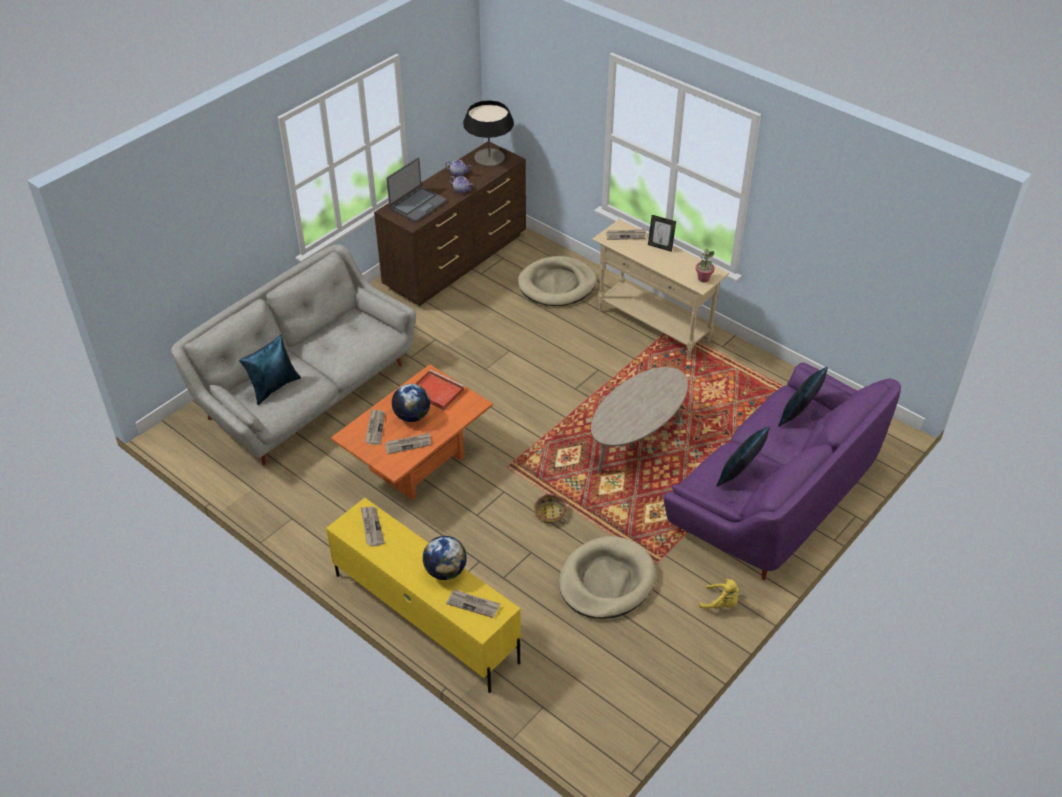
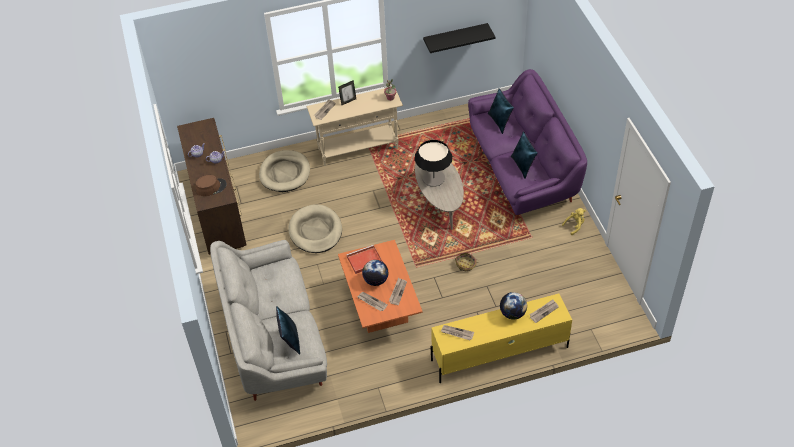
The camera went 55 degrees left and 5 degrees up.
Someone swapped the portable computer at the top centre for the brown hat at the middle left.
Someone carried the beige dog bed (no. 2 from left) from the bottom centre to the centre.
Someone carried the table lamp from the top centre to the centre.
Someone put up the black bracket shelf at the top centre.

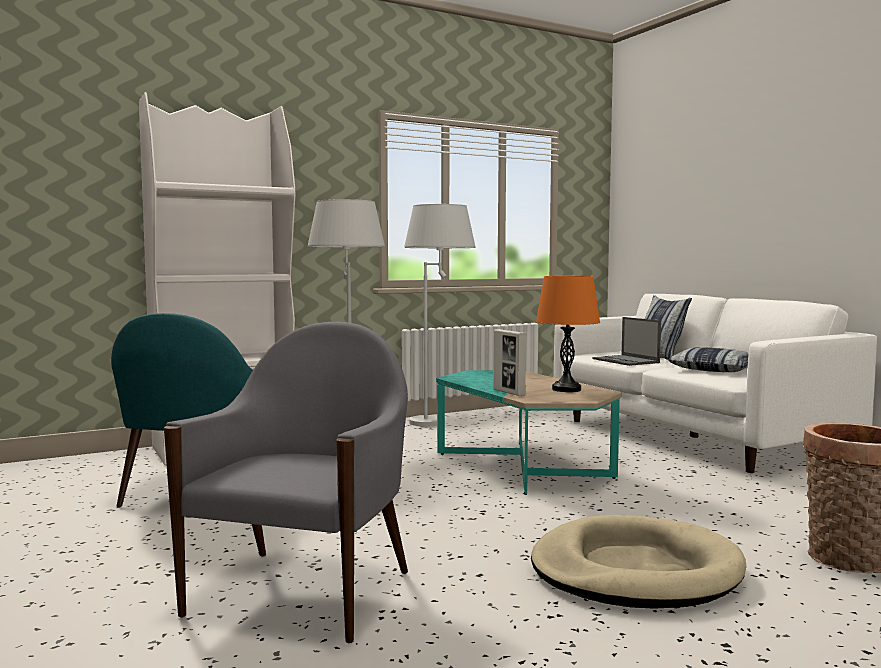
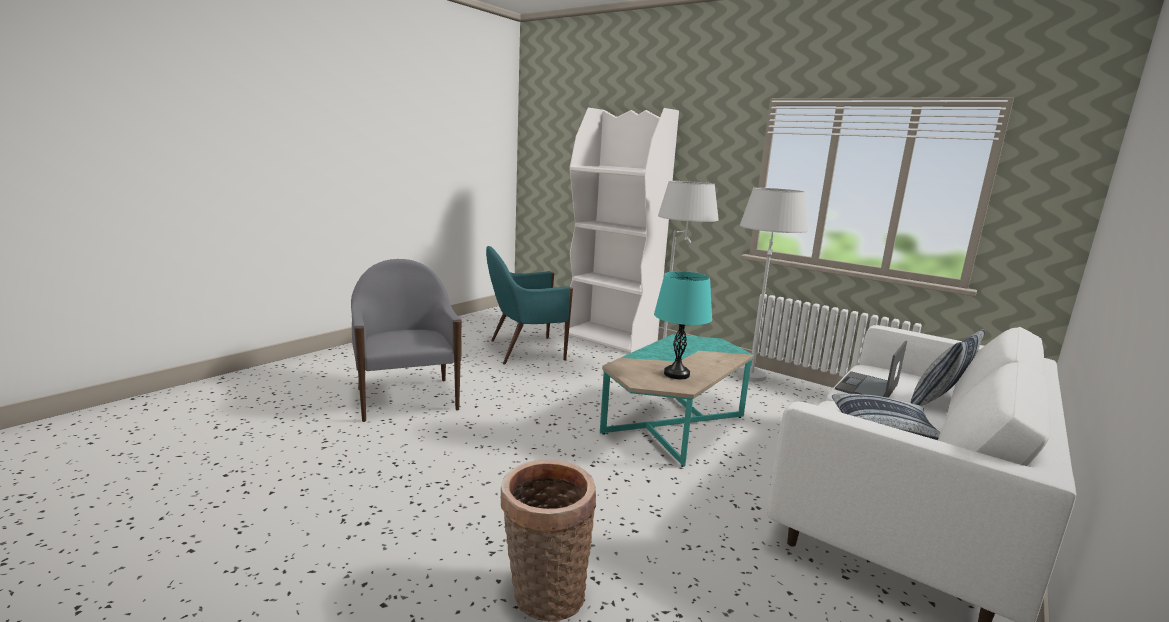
The camera went 65 degrees right and 10 degrees up.
Someone rotated the gray armchair at the bottom left by 105 degrees counterclockwise.
Someone repainted the orangey table lamp at the centre, which became the turquoise-coloured table lamp at the centre.
Someone took away the photo frame at the centre.
Someone took away the beige dog bed at the bottom right.

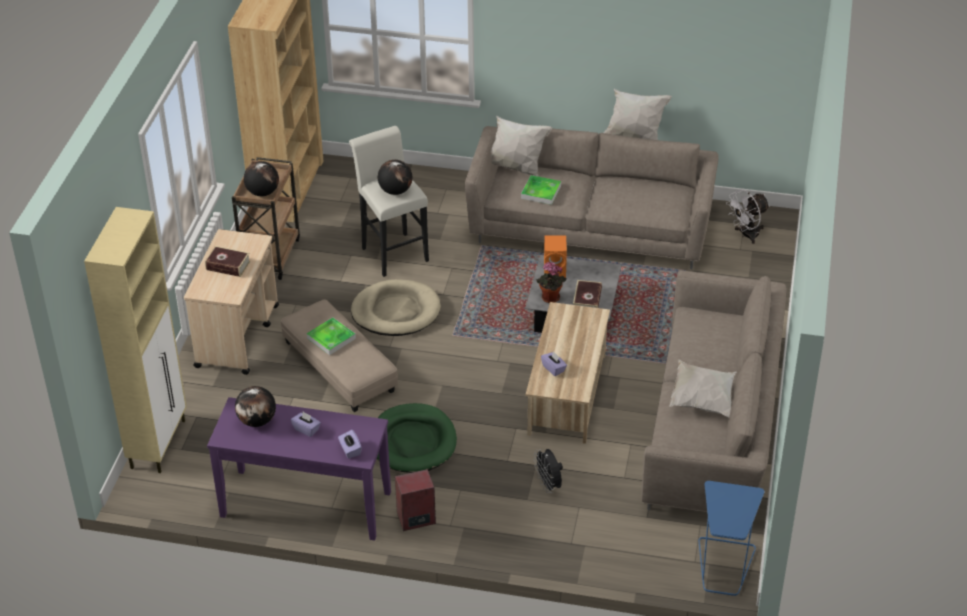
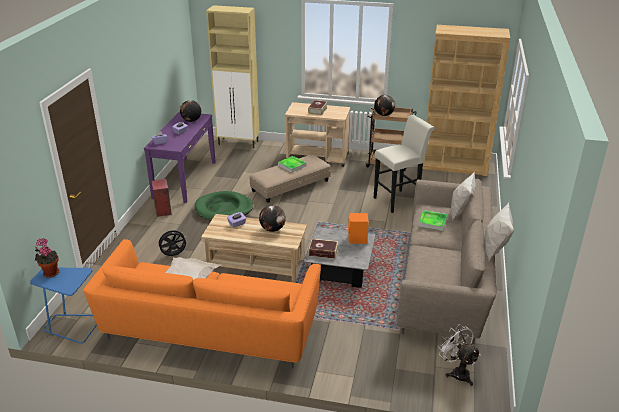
The camera went 90 degrees right and 10 degrees down.
Someone carried the potted plant from the centre to the middle left.
Someone repainted the beige sofa (no. 2 from left) at the middle right, which became the orangey sofa at the bottom left.
Someone carried the desk globe (no. 3 from left in the first image) from the top centre to the centre.
Someone took away the beige dog bed at the centre.

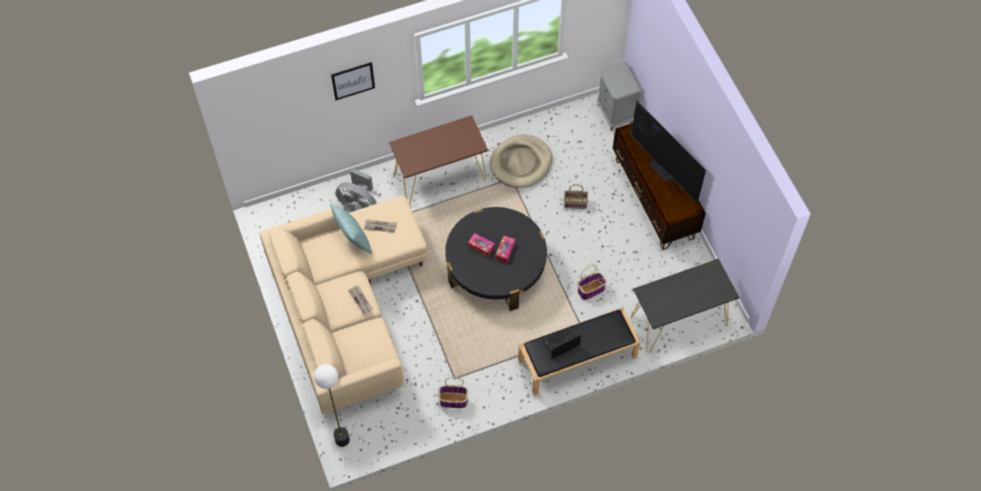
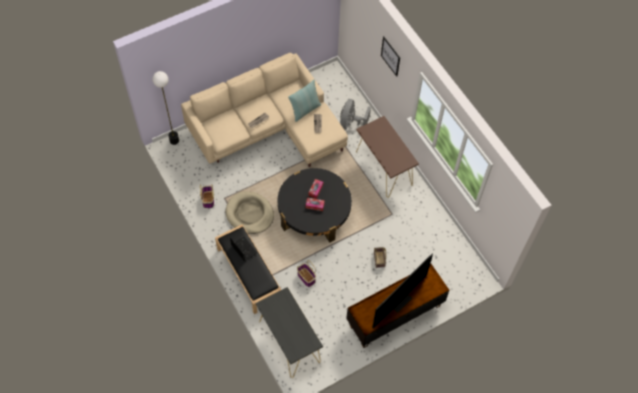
The camera went 80 degrees right and 0 degrees up.
Someone carried the beige dog bed from the top centre to the centre.
Someone took away the gray bedside table at the top centre.

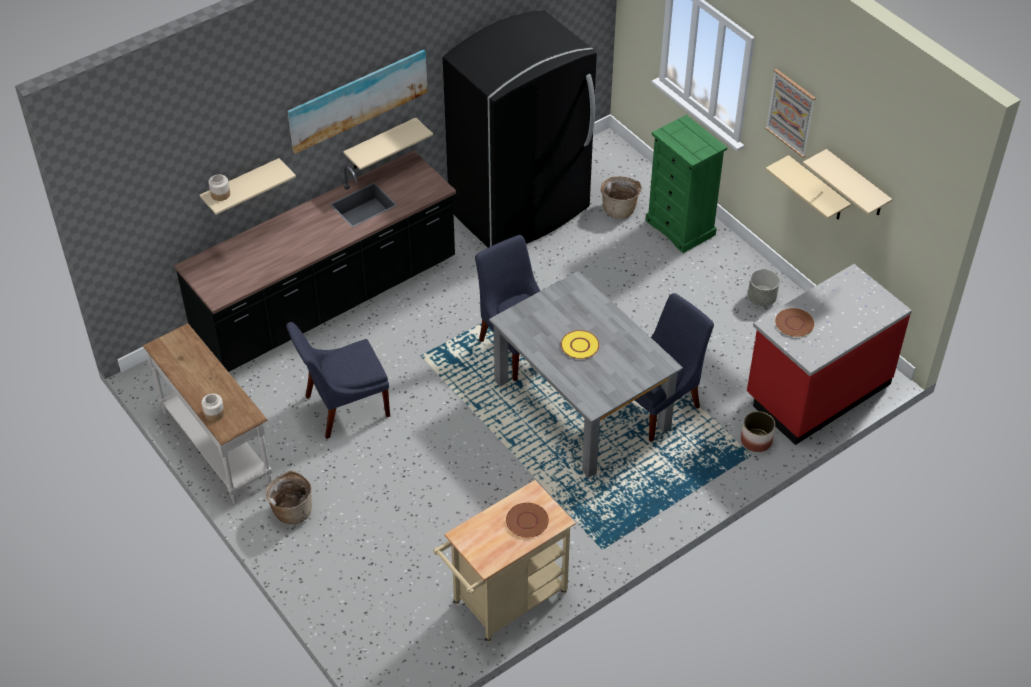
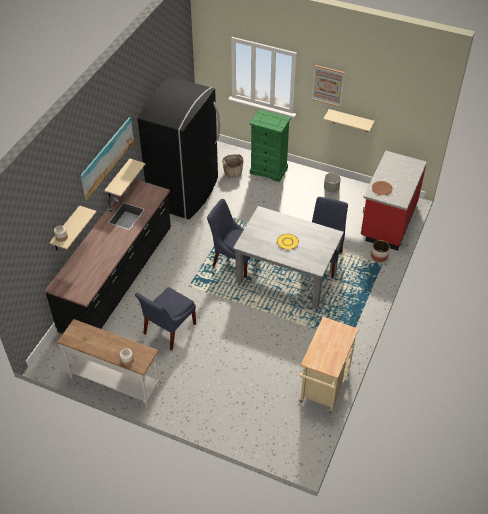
The camera went 30 degrees left and 0 degrees up.
Someone took away the basket (no. 1 from left) at the bottom left.
Someone took away the brown dinner plate (no. 1 from left) at the bottom centre.
Someone took away the beige bracket shelf (no. 4 from left) at the top right.

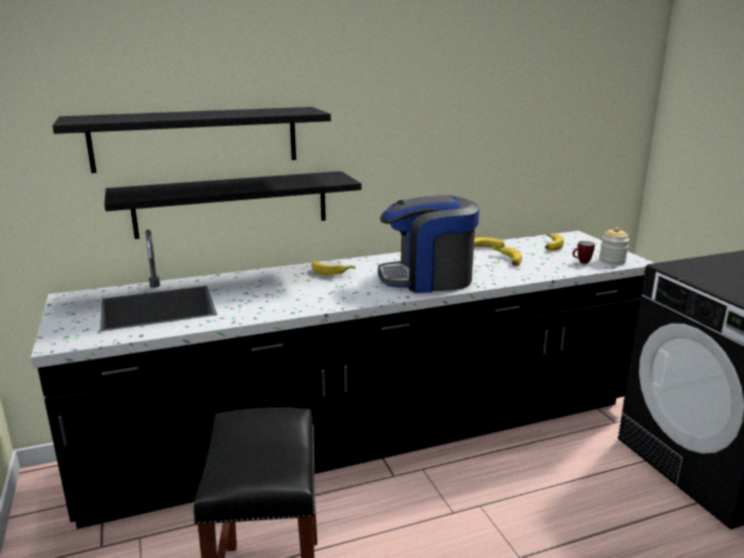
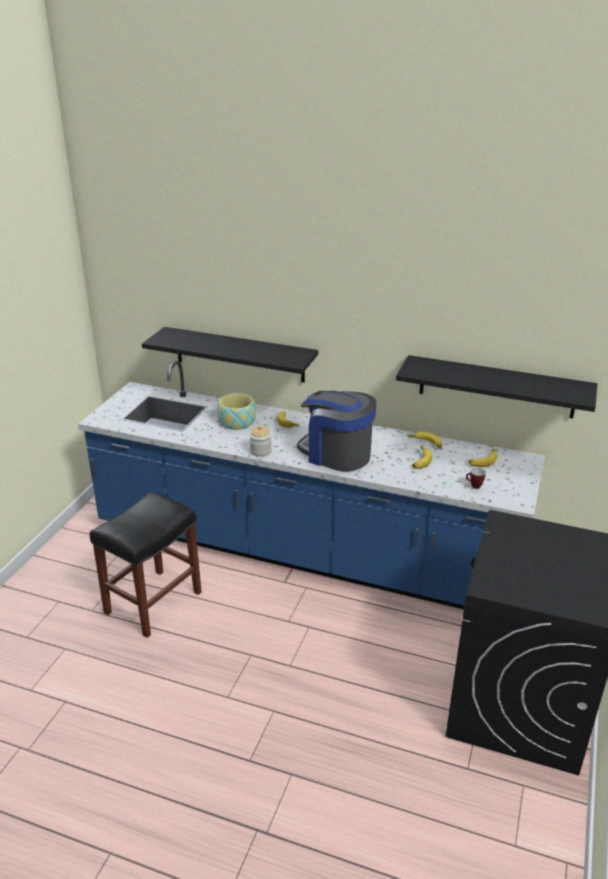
The camera went 40 degrees right and 10 degrees up.
Someone repainted the black counter at the bottom centre, which became the blue-coloured counter at the centre.
Someone put down the deep dish at the centre.
Someone carried the preserve jar from the middle right to the centre.
Someone carried the black bracket shelf (no. 1 from left in the first image) from the top left to the middle right.

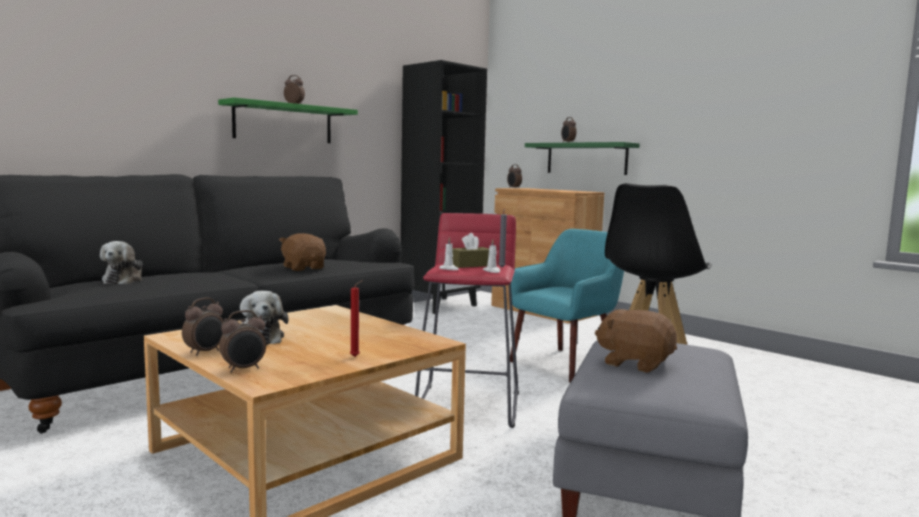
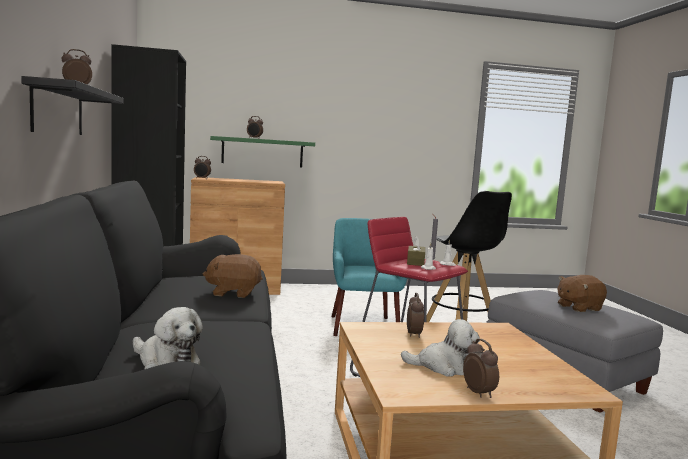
The camera went 55 degrees left and 0 degrees up.
Someone repainted the green-coloured bracket shelf (no. 1 from left) at the top left, which became the black bracket shelf at the top left.
Someone carried the alarm clock (no. 2 from left in the first image) from the middle left to the bottom centre.
Someone took away the reddish candle at the centre.

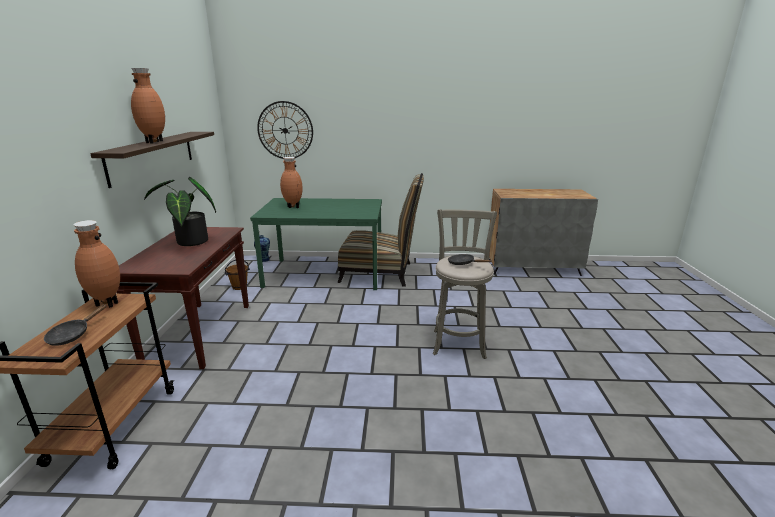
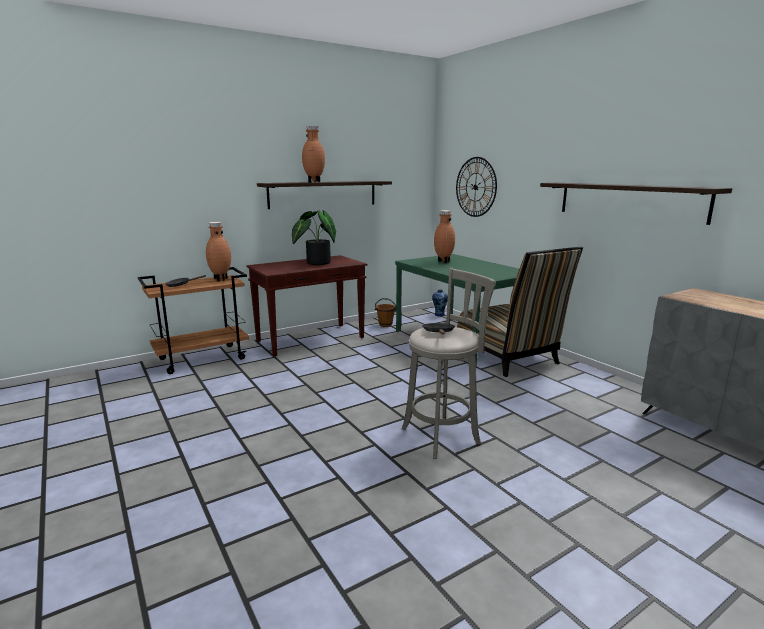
The camera went 55 degrees right and 5 degrees down.
Someone put up the bracket shelf (no. 2 from left) at the top right.

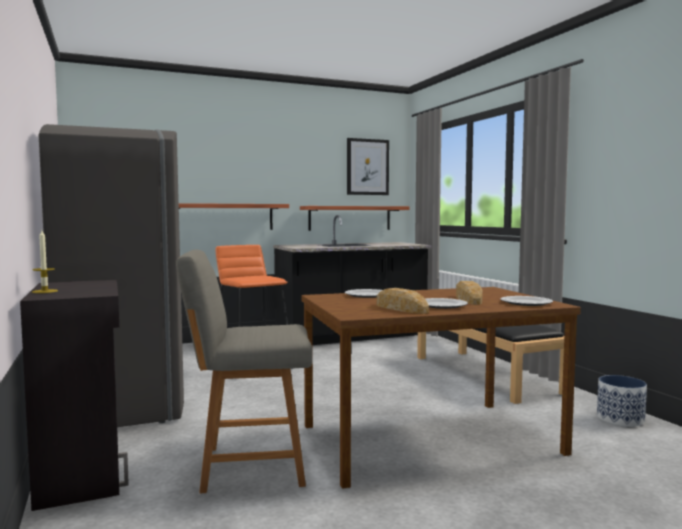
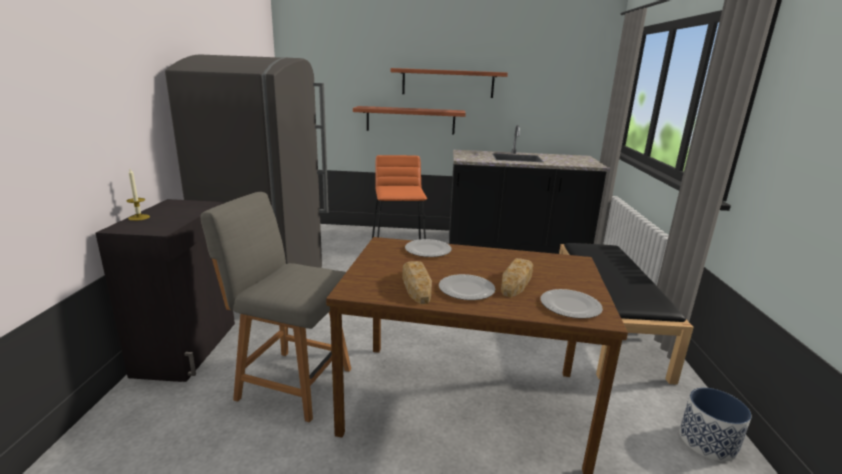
The camera went 25 degrees right and 15 degrees up.
Someone carried the bracket shelf (no. 2 from left) from the centre to the top centre.
Someone took away the wall art at the top centre.

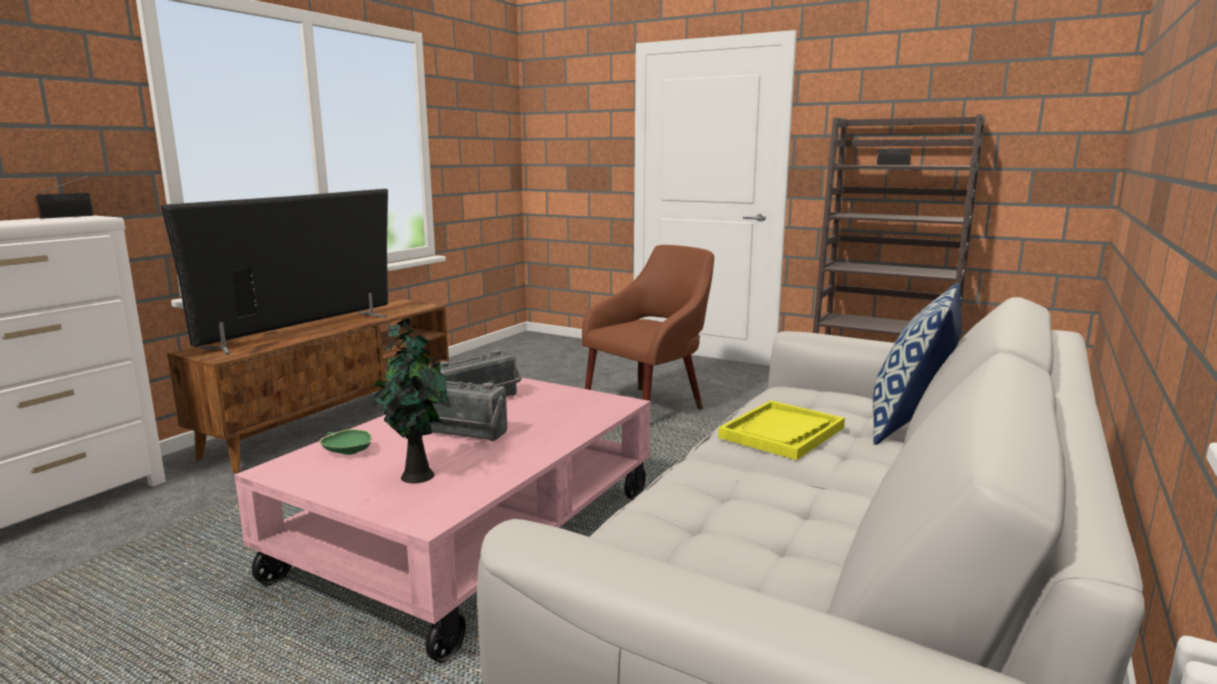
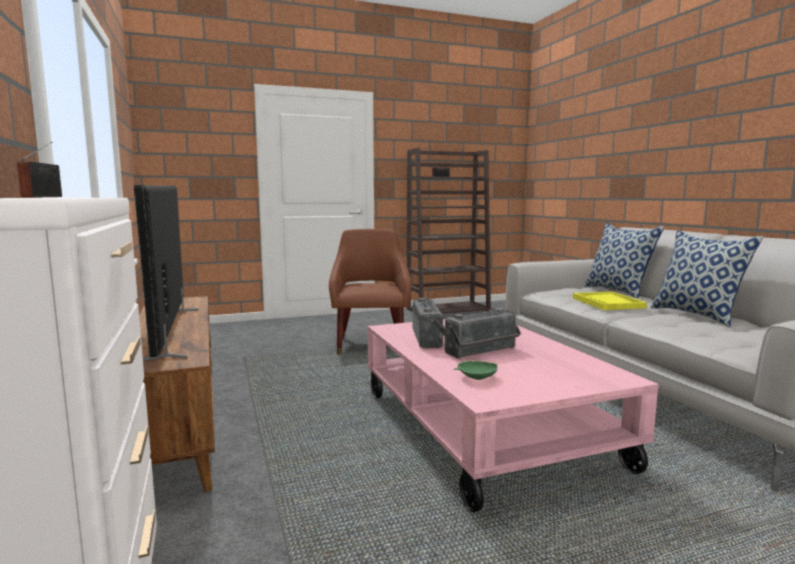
The camera went 50 degrees left and 5 degrees down.
Someone put down the cushion (no. 2 from left) at the middle right.
Someone took away the potted plant at the centre.

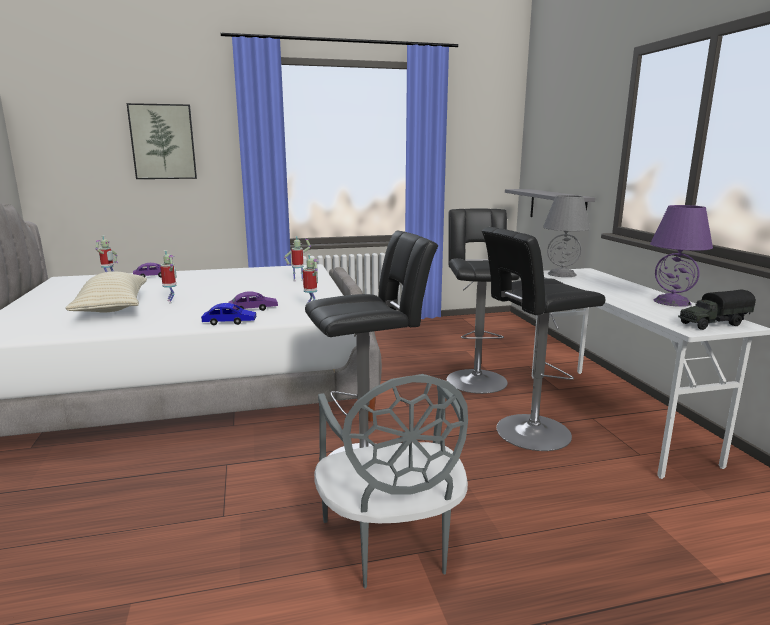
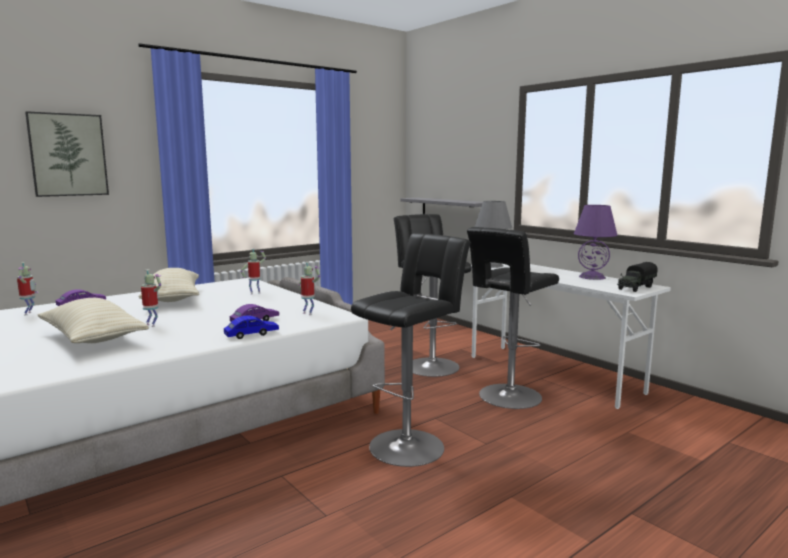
The camera went 25 degrees left and 5 degrees down.
Someone put down the beige cushion (no. 2 from left) at the middle left.
Someone took away the gray upright chair at the bottom centre.

